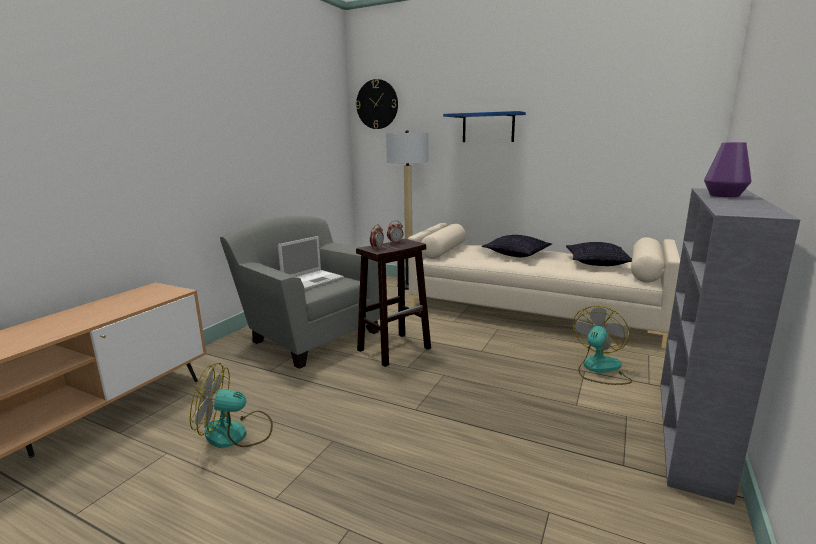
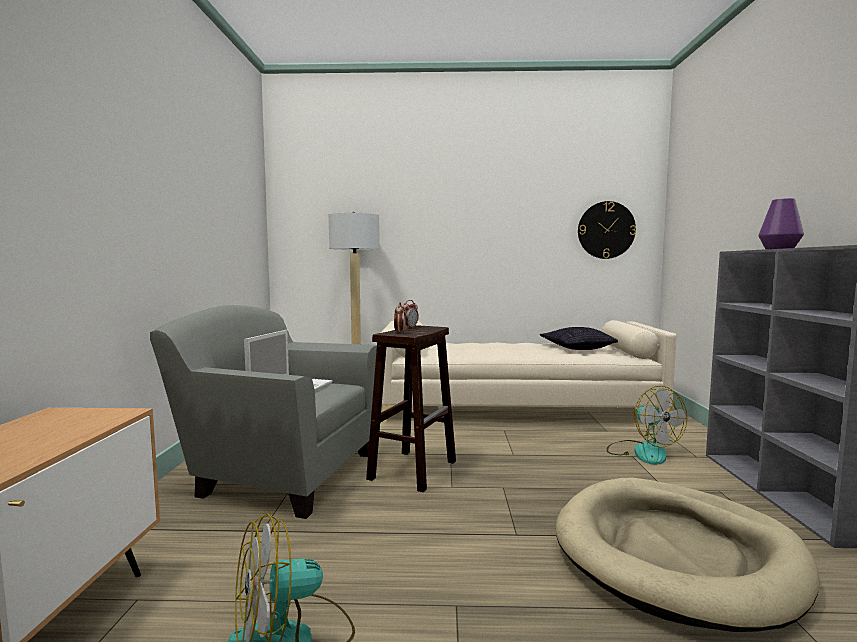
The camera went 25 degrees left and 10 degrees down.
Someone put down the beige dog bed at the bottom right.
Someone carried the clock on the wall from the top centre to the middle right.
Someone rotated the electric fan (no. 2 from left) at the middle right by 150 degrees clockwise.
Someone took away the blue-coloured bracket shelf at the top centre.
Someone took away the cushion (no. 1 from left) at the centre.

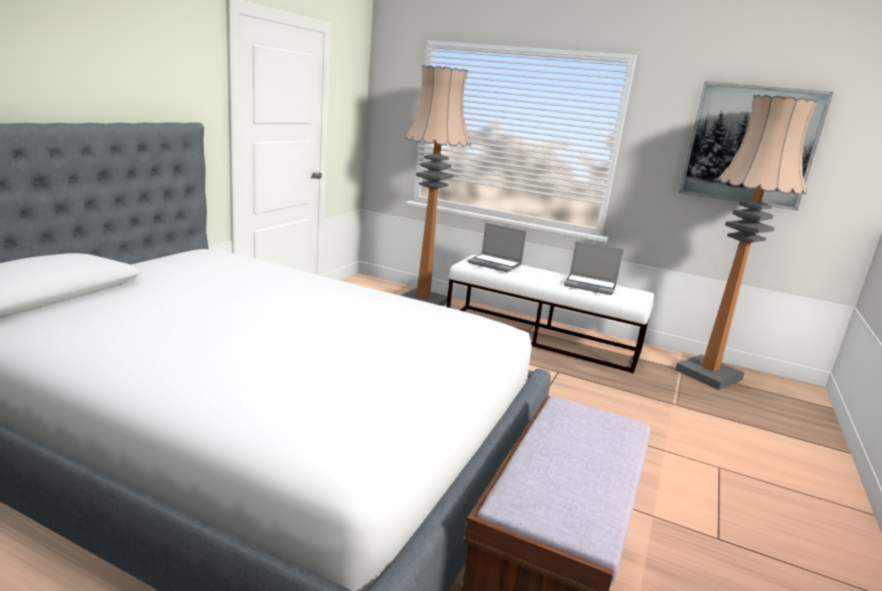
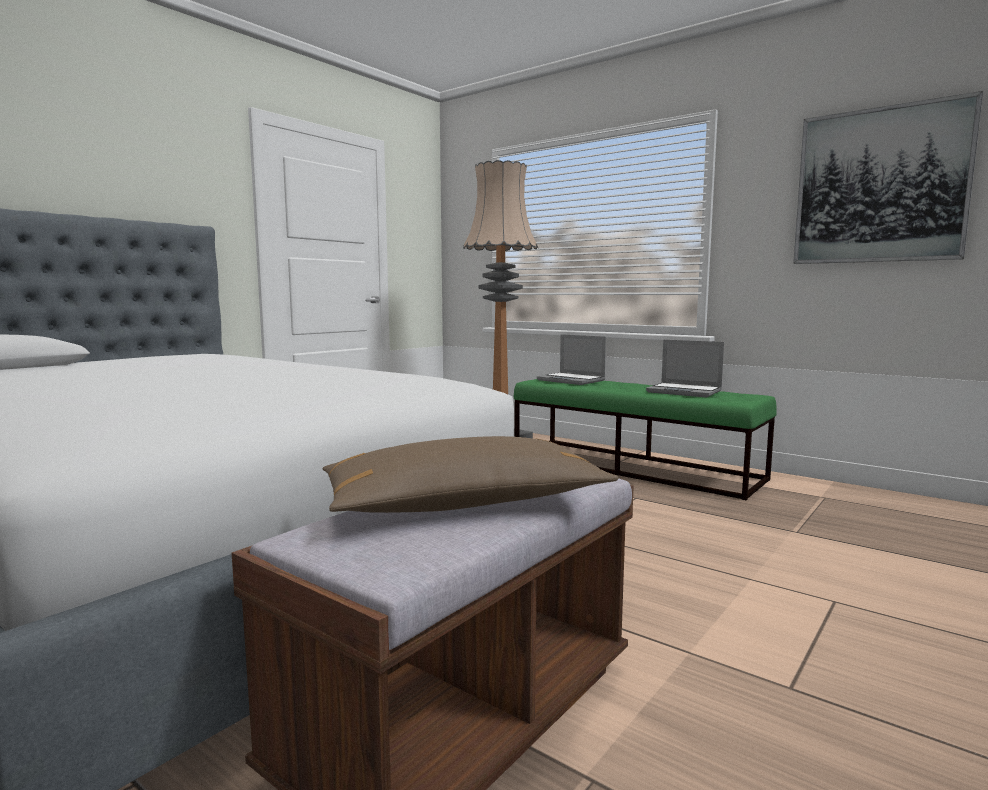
The camera went 15 degrees right and 10 degrees down.
Someone put down the brown cushion at the centre.
Someone repainted the white-coloured bench at the centre, which became the green-coloured bench at the centre.
Someone took away the standing lamp (no. 2 from left) at the middle right.

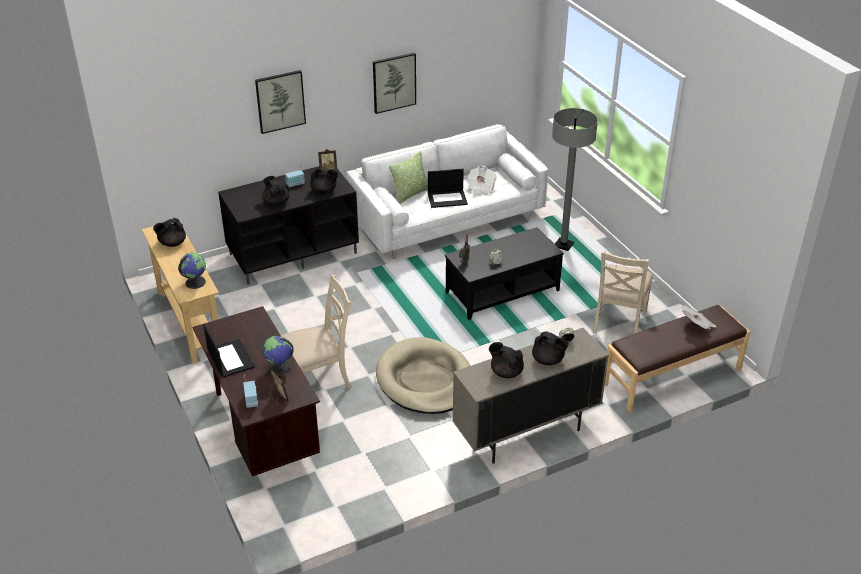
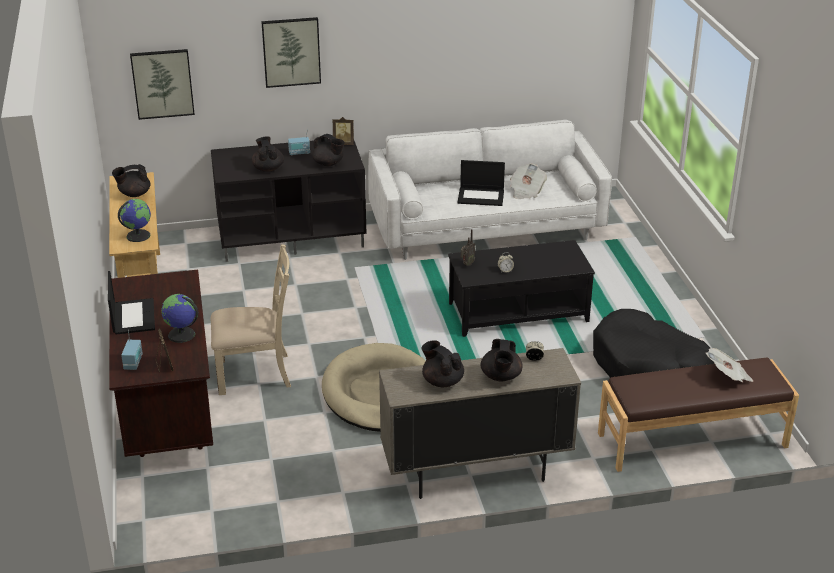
The camera went 15 degrees right and 5 degrees down.
Someone carried the wall art (no. 2 from left in the first image) from the top centre to the top left.
Someone rotated the black teapot (no. 5 from left) at the centre by 45 degrees clockwise.
Someone swapped the beige upright chair (no. 2 from left) at the middle right for the black dog bed at the middle right.
Someone took away the cushion at the top centre.
Someone took away the gray standing lamp at the top right.

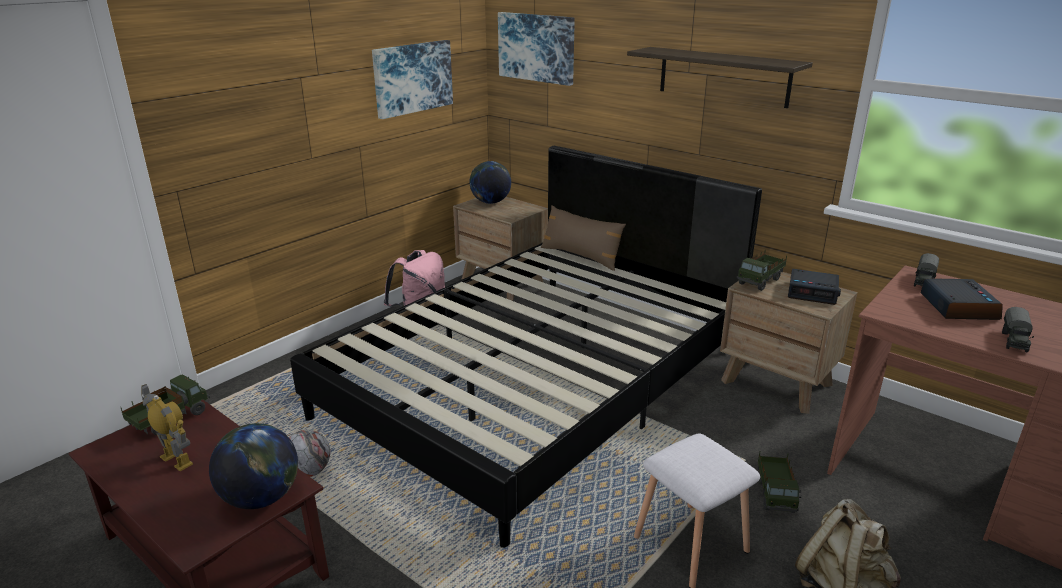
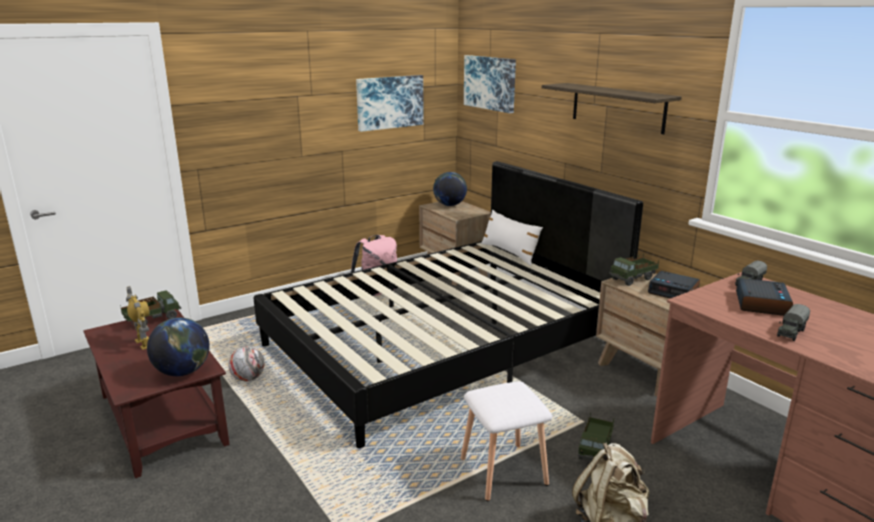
The camera went 15 degrees right and 5 degrees down.
Someone repainted the brown cushion at the centre, which became the white-coloured cushion at the centre.

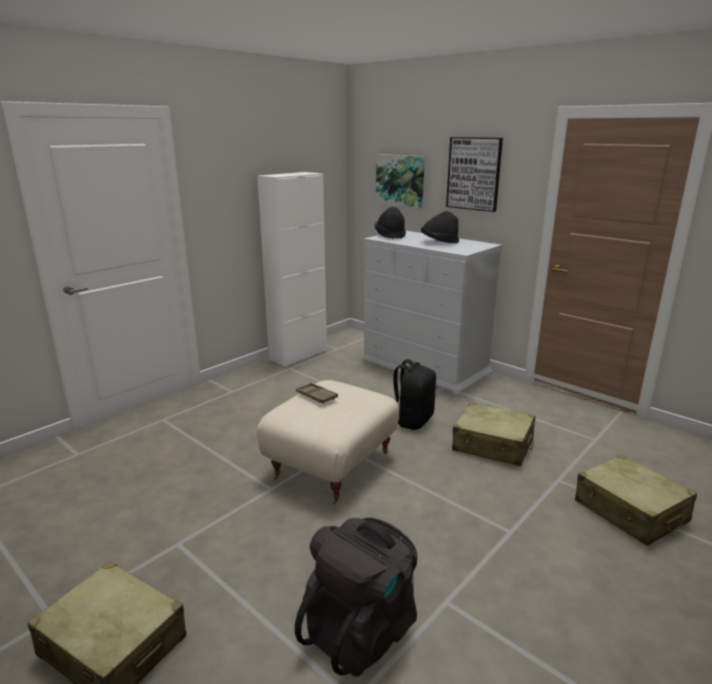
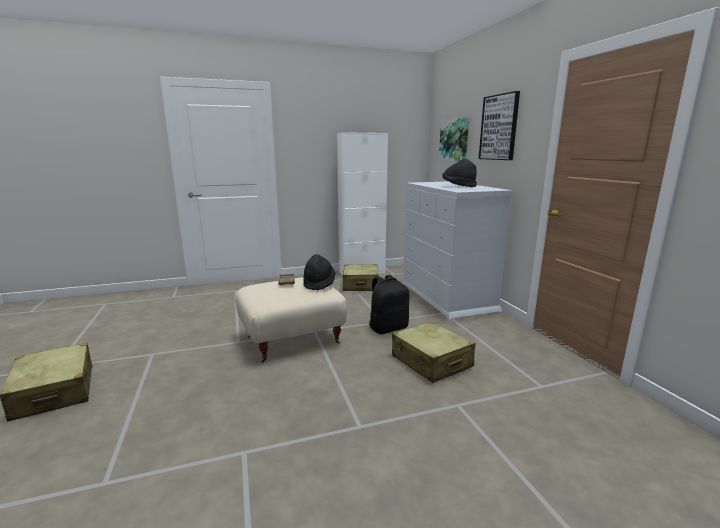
The camera went 30 degrees right and 5 degrees down.
Someone carried the black hat (no. 1 from left) from the top centre to the centre.
Someone carried the beige piece of luggage (no. 3 from left in the first image) from the bottom right to the centre.
Someone took away the black backpack (no. 1 from left) at the bottom centre.

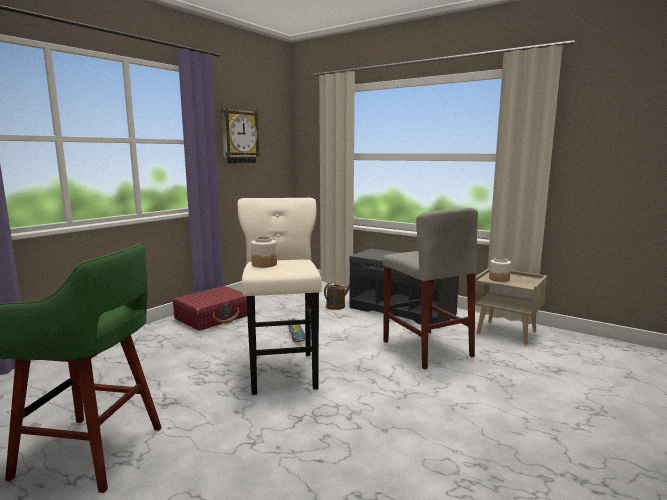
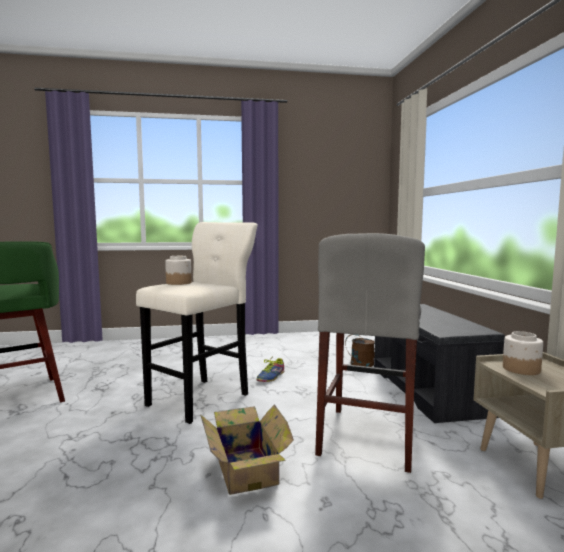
The camera went 45 degrees right and 5 degrees down.
Someone put down the packing box at the bottom centre.
Someone took away the reddish piece of luggage at the middle left.
Someone took away the clock on the wall at the top centre.

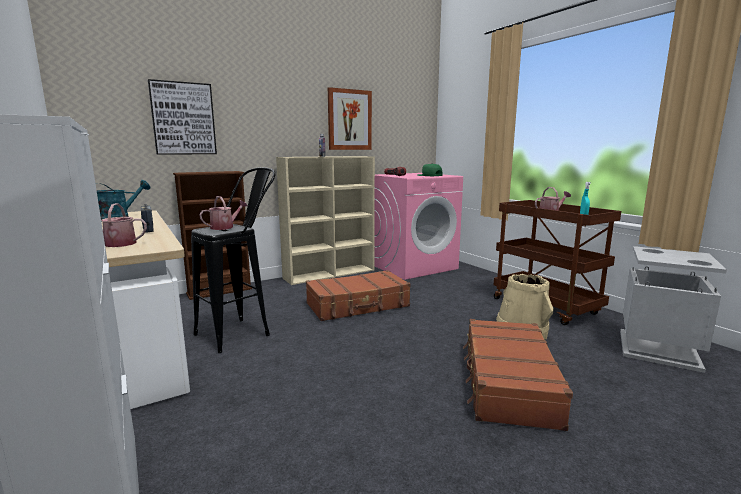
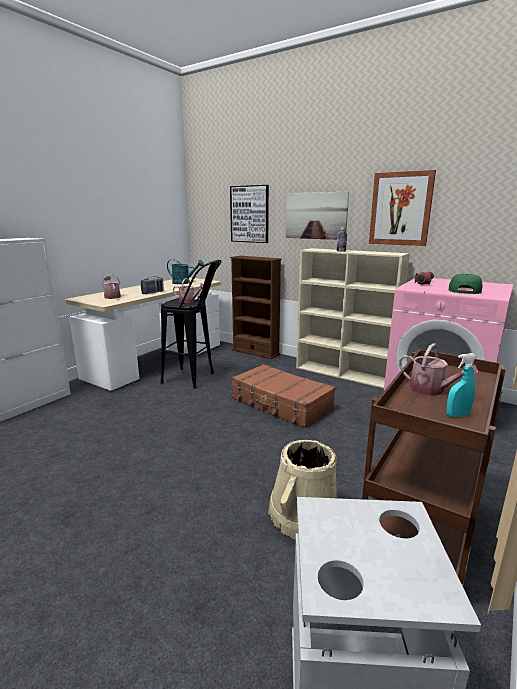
The camera went 65 degrees right and 5 degrees up.
Someone put up the wall art (no. 2 from left) at the top centre.
Someone took away the brown piece of luggage (no. 2 from left) at the bottom right.

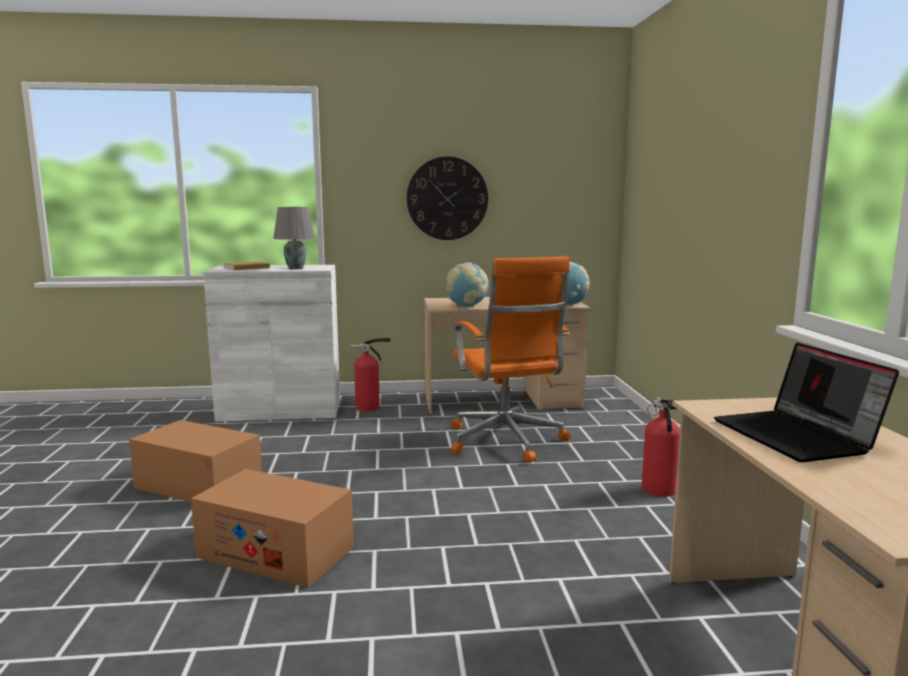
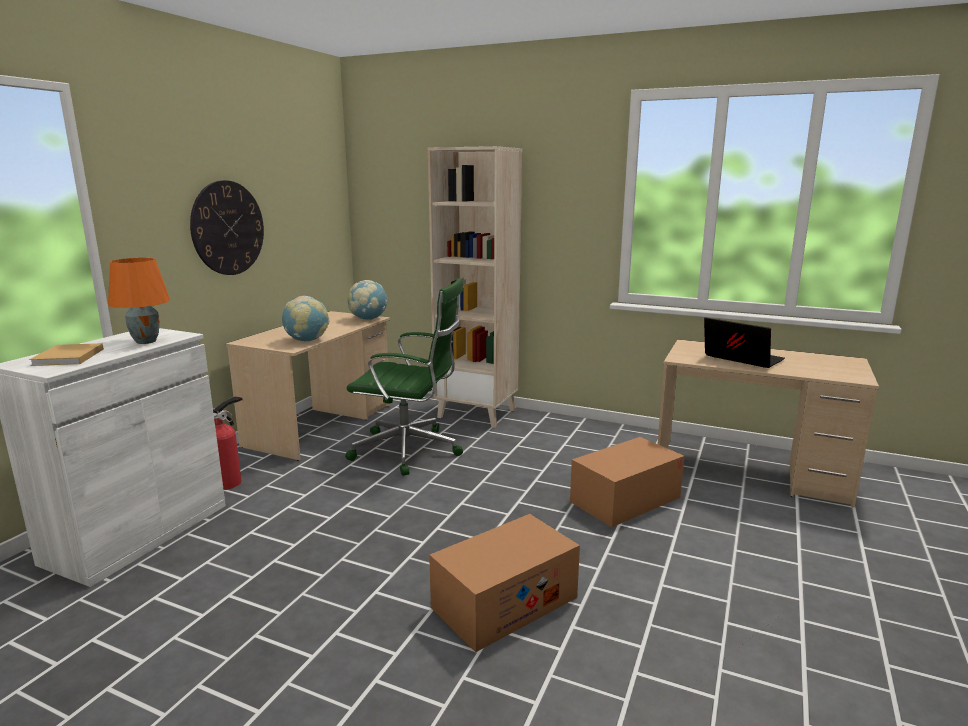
The camera went 60 degrees left and 5 degrees up.
Someone repainted the gray table lamp at the middle left, which became the orangey table lamp at the middle left.
Someone repainted the orangey computer chair at the centre, which became the green-coloured computer chair at the centre.
Someone put down the beige bookcase at the centre.
Someone carried the packing box (no. 1 from left in the first image) from the bottom left to the centre.
Someone rotated the portable computer at the middle right by 150 degrees counterclockwise.
Someone took away the extinguisher (no. 2 from left) at the middle right.

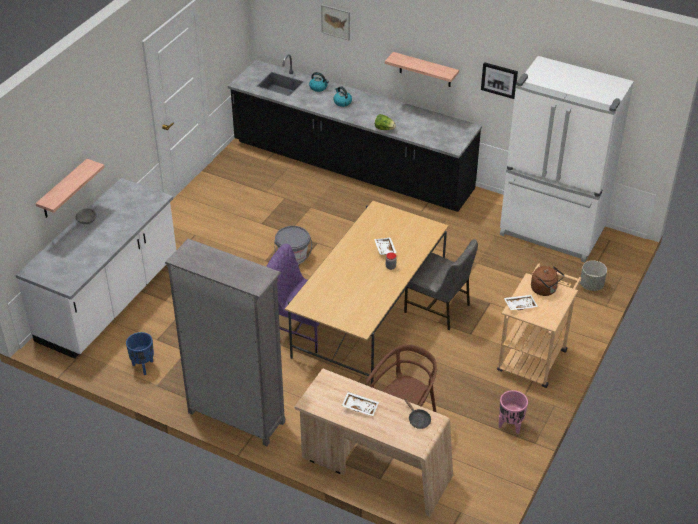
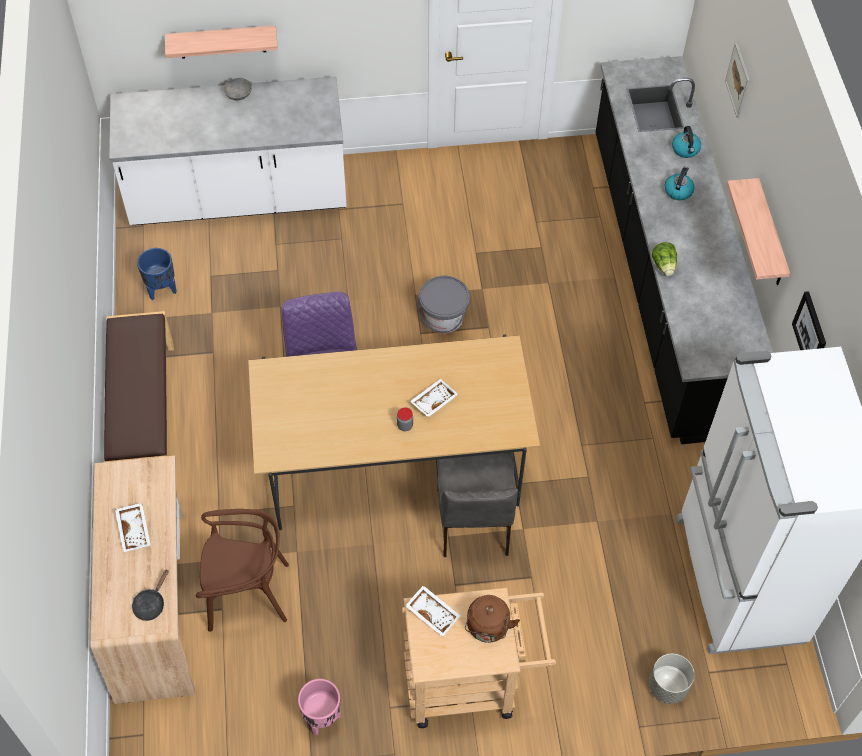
The camera went 55 degrees right and 15 degrees up.
Someone swapped the gray bookcase at the middle left for the brown bench at the middle left.

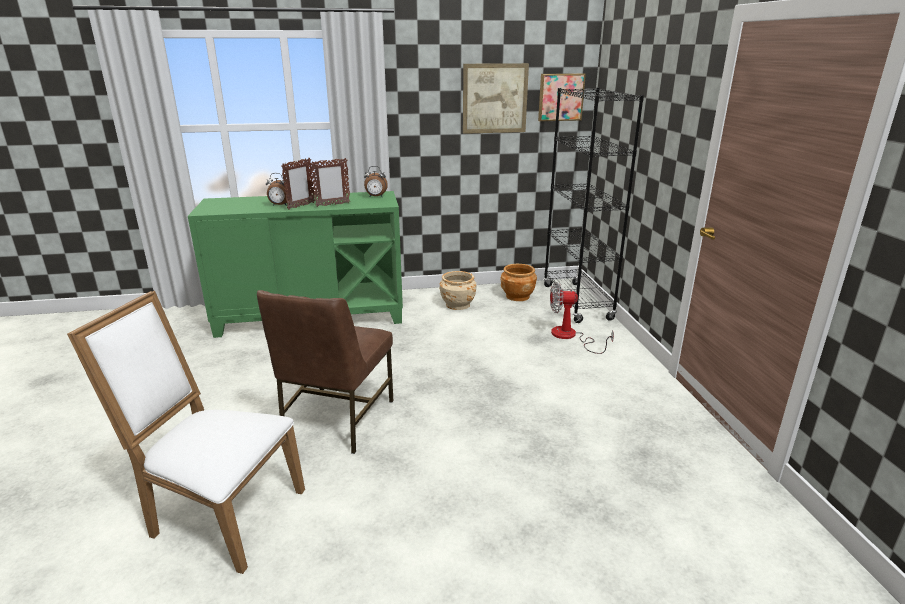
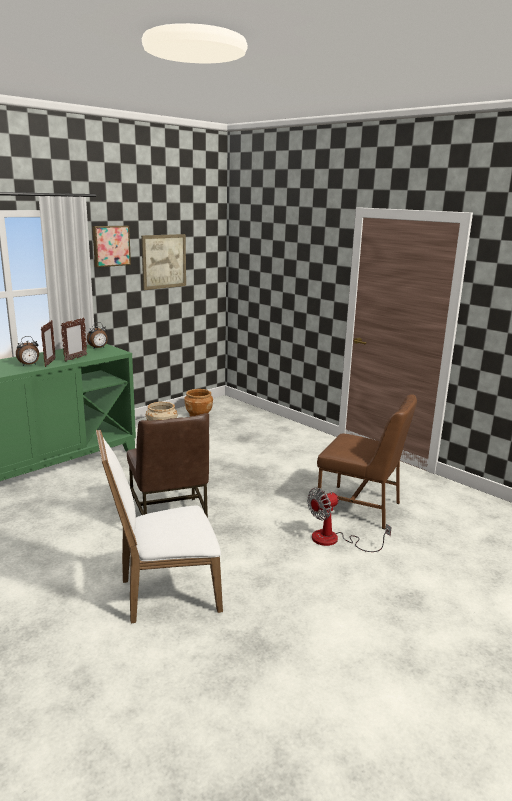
The camera went 35 degrees left and 5 degrees down.
Someone carried the wall art (no. 2 from left in the first image) from the top centre to the top left.
Someone carried the electric fan from the centre to the middle right.
Someone put down the brown upright chair (no. 2 from left) at the middle right.
Someone took away the black bookcase at the centre.

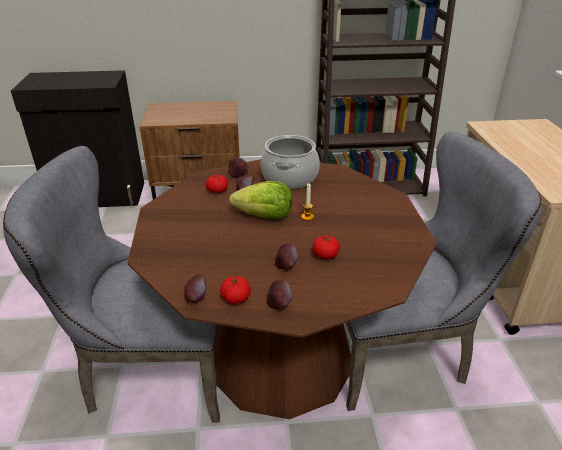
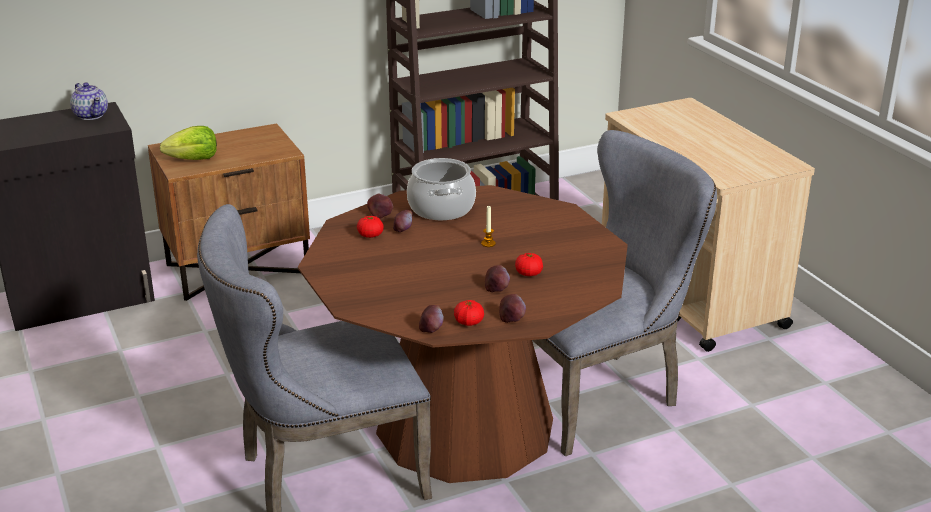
The camera went 20 degrees left and 5 degrees down.
Someone put down the teapot at the top left.
Someone carried the lettuce from the centre to the top left.

